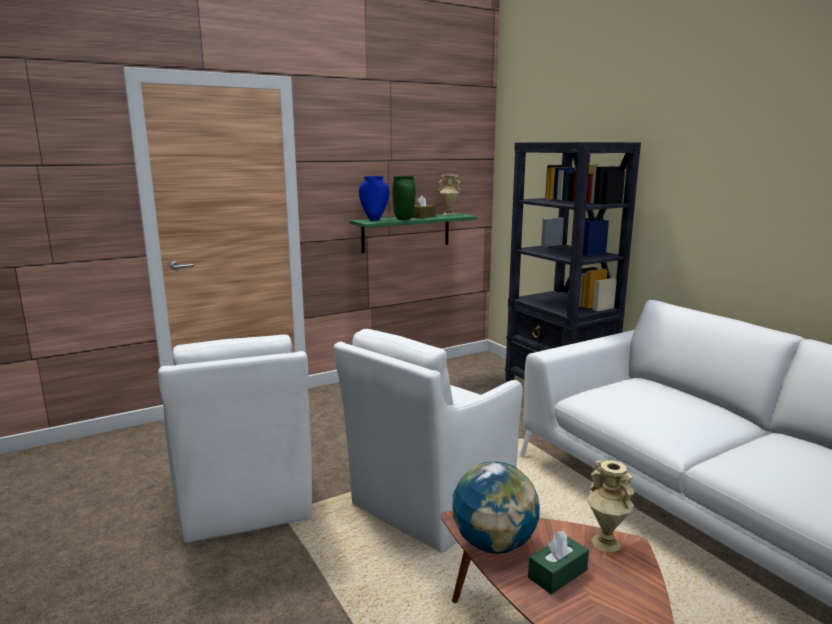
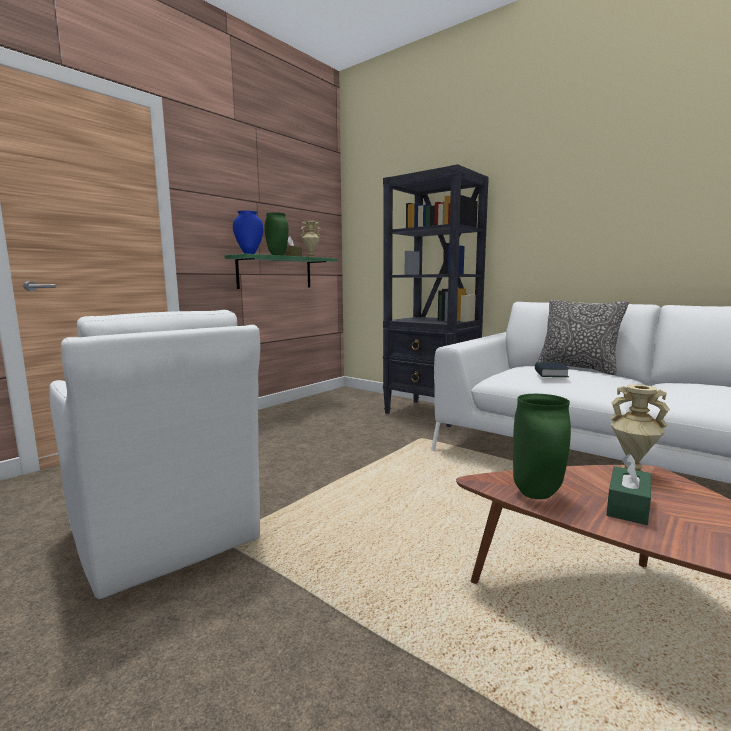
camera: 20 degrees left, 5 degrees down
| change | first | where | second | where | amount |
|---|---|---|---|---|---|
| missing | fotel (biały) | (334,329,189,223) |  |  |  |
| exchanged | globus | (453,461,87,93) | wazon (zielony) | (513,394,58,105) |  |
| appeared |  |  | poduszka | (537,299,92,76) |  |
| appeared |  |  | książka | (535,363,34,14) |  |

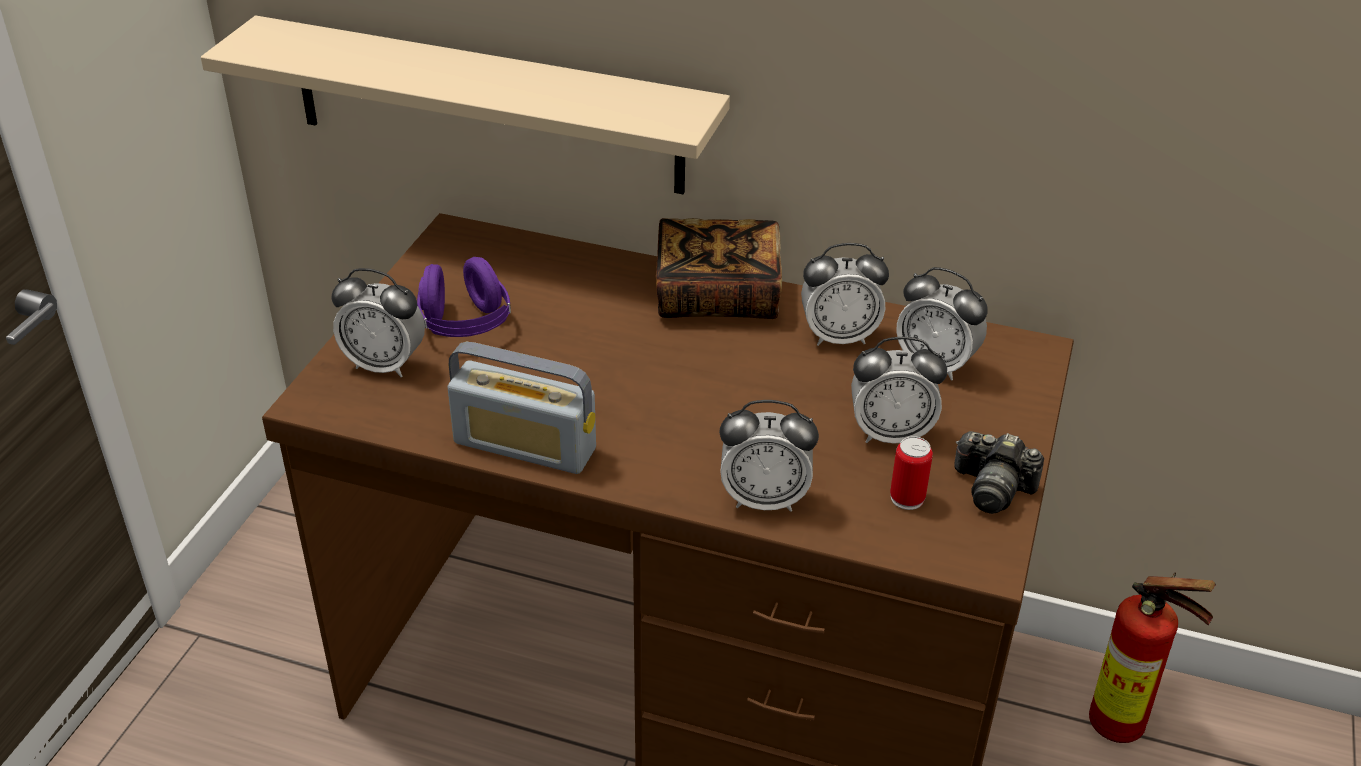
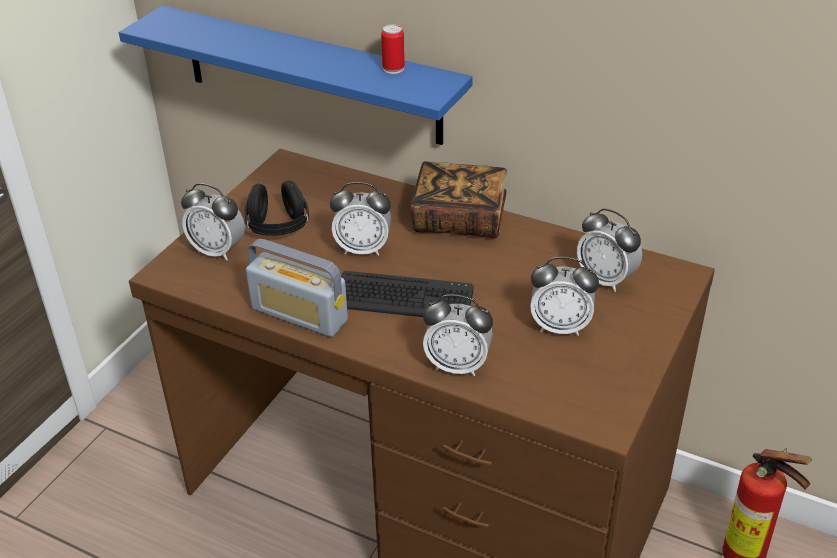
camera: 10 degrees right, 0 degrees up
| change | first | where | second | where | amount |
|---|---|---|---|---|---|
| colour | półka (beżowy) | (201,16,529,178) | półka (niebieski) | (119,5,354,140) |  |
| relocated | budzik | (801,243,88,103) |  | (330,182,61,74) |  |
| colour | słuchawki (fioletowy) | (417,257,94,80) | słuchawki (czarny) | (244,180,65,56) |  |
| missing | aparat fotograficzny | (954,431,90,83) |  |  |  |
| relocated | puszka | (890,436,43,74) |  | (381,24,24,50) |  |
| appeared |  |  | klawiatura | (341,271,132,46) |  |

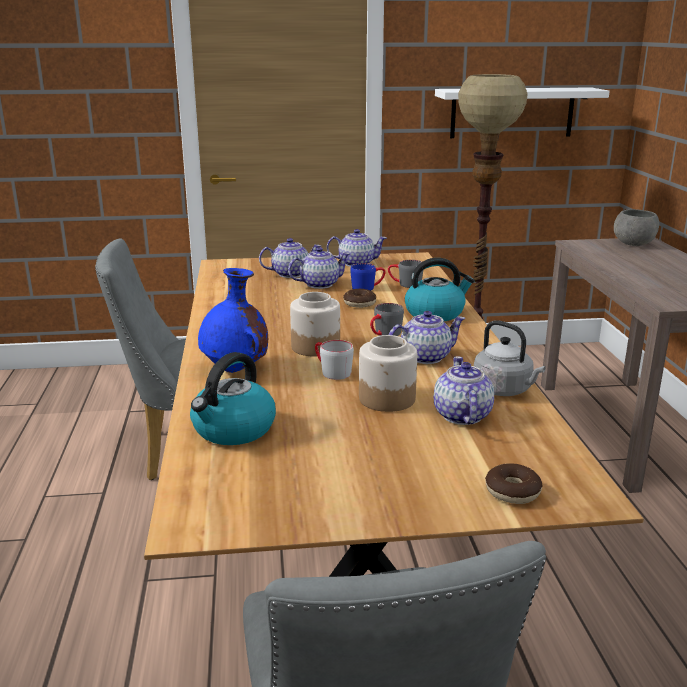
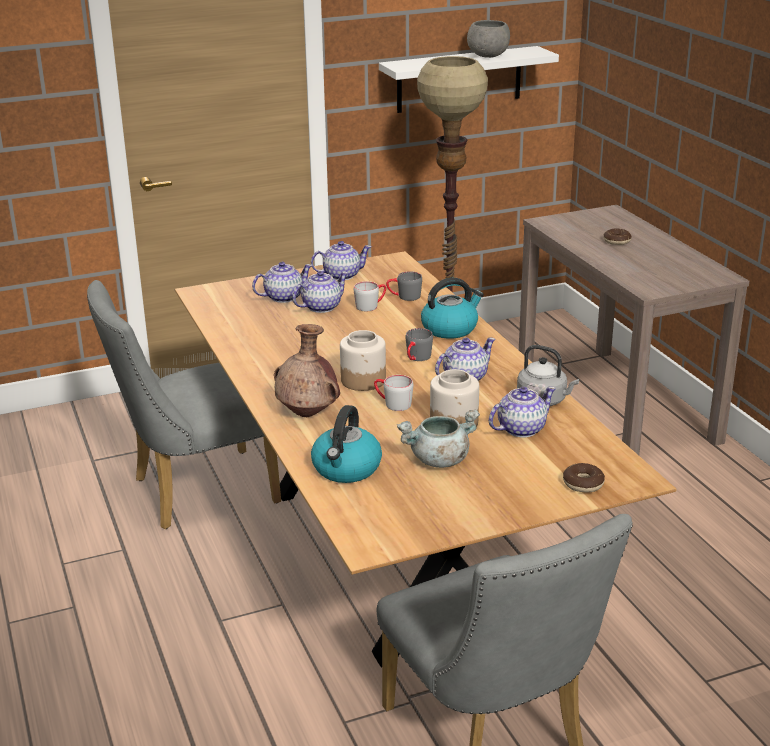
camera: 15 degrees left, 5 degrees up
| change | first | where | second | where | amount |
|---|---|---|---|---|---|
| relocated | miska (szary) | (614,209,45,37) |  | (467,20,43,38) |  |
| colour | kubek (niebieski) | (350,263,36,28) | kubek (szary) | (354,281,32,30) |  |
| colour | wazon (niebieski) | (198,268,70,105) | wazon (brązowy) | (274,324,66,93) |  |
| relocated | donut | (343,289,33,19) |  | (604,228,27,17) |  |
| spun | imbryk | (434,356,60,69) |  | (489,386,67,51) | 75 degrees clockwise |
| appeared |  |  | garnek (szary) | (397,409,83,59) |  |

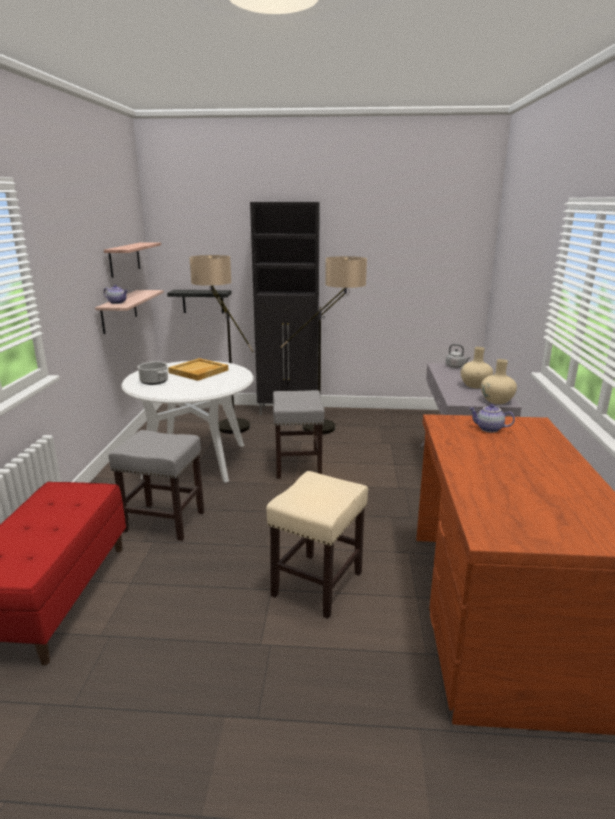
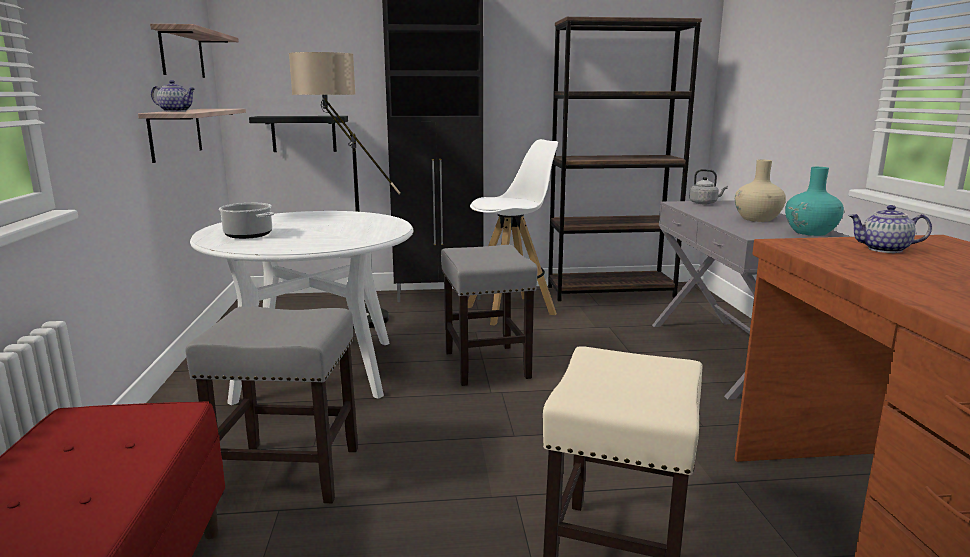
camera: 10 degrees left, 5 degrees down
| change | first | where | second | where | amount |
|---|---|---|---|---|---|
| exchanged | lampa stojąca | (281,256,86,179) | stołek (biały) | (468,139,90,187) |  |
| missing | taca (beżowy) | (168,358,60,23) |  |  |  |
| colour | wazon (beżowy) | (481,359,36,45) | wazon (turkusowy) | (785,167,59,69) |  |
| appeared |  |  | regał (brązowy) | (548,17,154,284) |  |

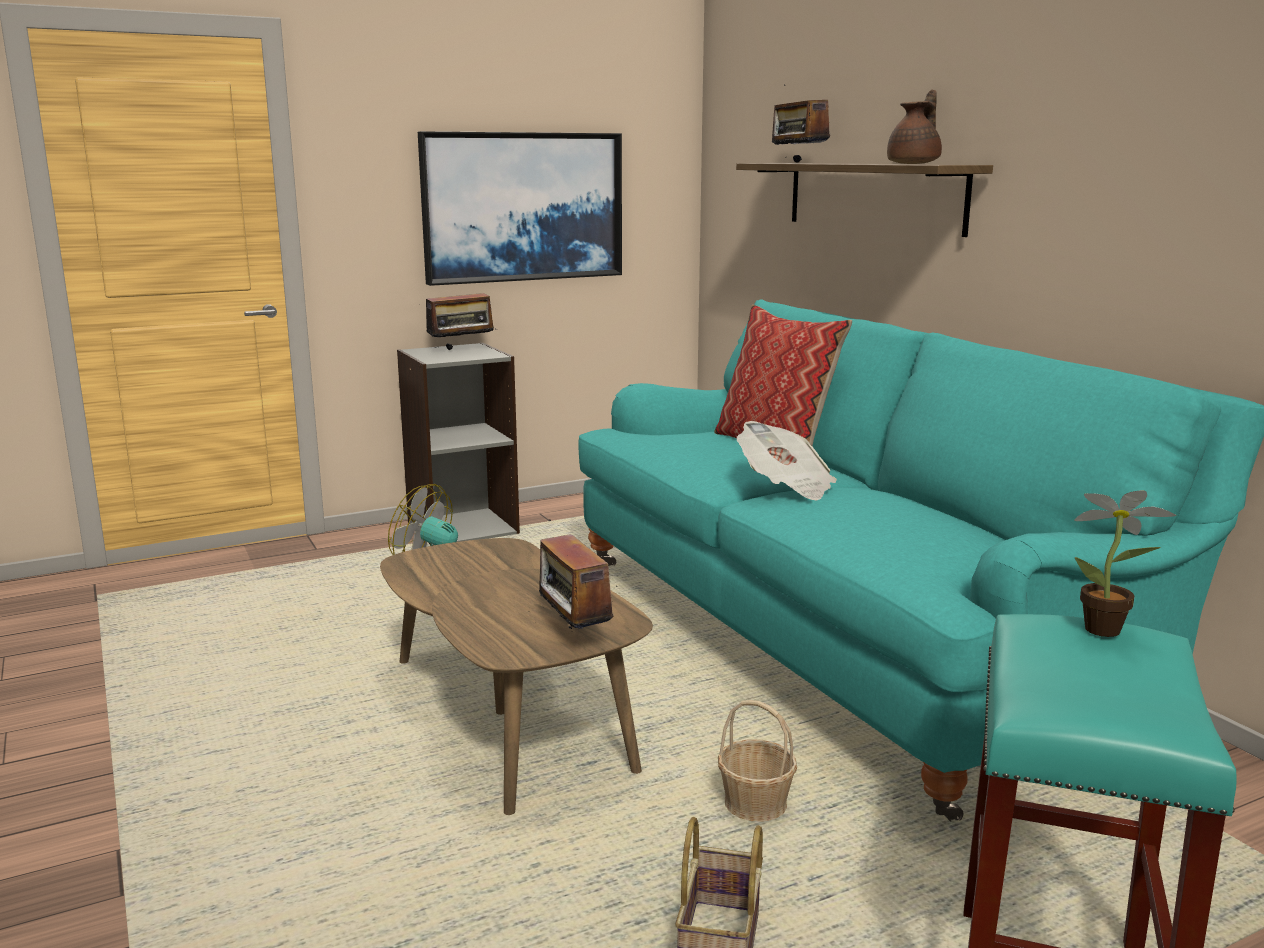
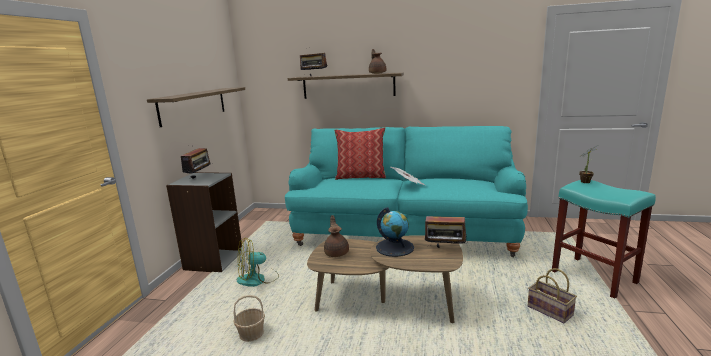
camera: 50 degrees left, 0 degrees up
| change | first | where | second | where | amount |
|---|---|---|---|---|---|
| exchanged | obraz | (418,131,204,155) | półka | (147,87,98,40) |  |
| relocated | koszyk | (718,700,79,122) |  | (233,295,32,47) |  |
| appeared |  |  | globus | (376,207,38,50) |  |
| appeared |  |  | imbryk (brązowy) | (324,215,25,42) |  |

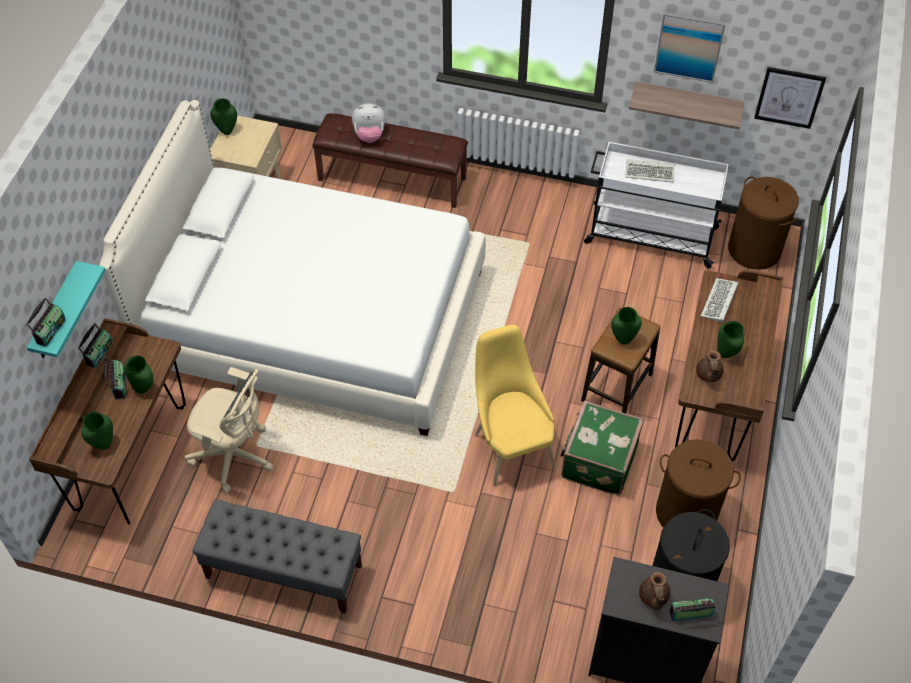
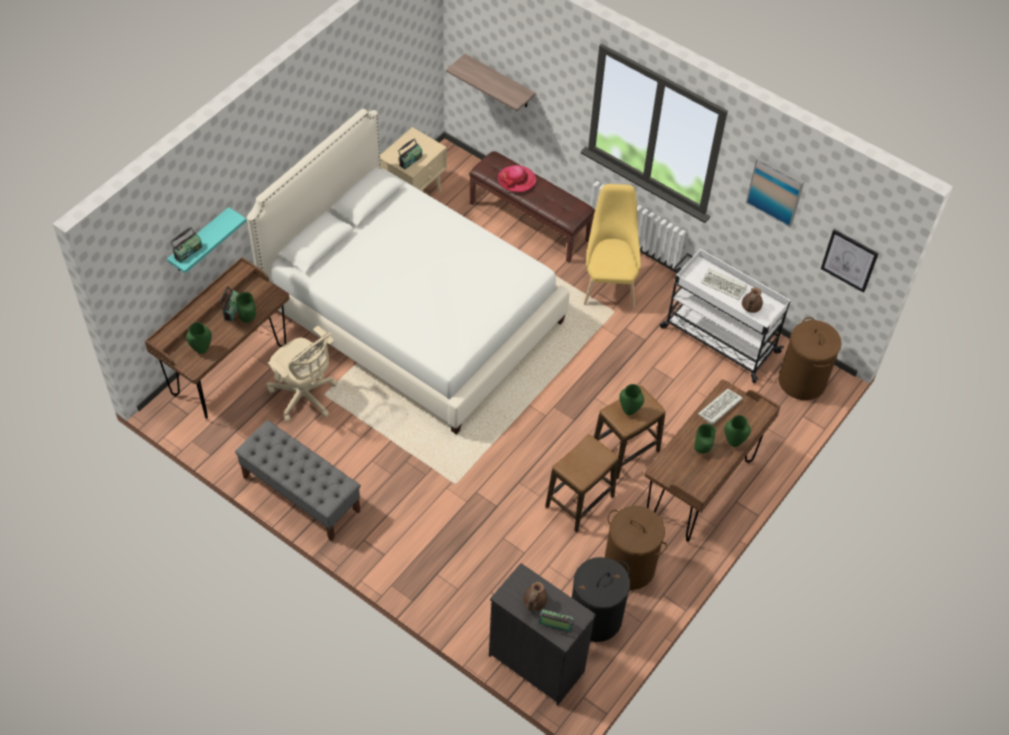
camera: 20 degrees right, 0 degrees up
| change | first | where | second | where | amount |
|---|---|---|---|---|---|
| relocated | półka | (629,82,116,47) |  | (446,54,90,57) |  |
| relocated | wazon (zielony) | (210,98,27,37) |  | (724,415,27,32) |  |
| exchanged | pluszak | (352,104,34,39) | kapelusz | (498,165,38,27) |  |
| relocated | radio | (78,323,35,45) |  | (398,138,24,31) |  |
| relocated | krzesło (żółty) | (475,325,81,161) |  | (584,184,57,124) |  |
| relocated | imbryk (brązowy) | (696,350,27,33) |  | (742,287,21,26) |  |
| exchanged | walizka (zielony) | (561,400,83,95) | stołek | (545,434,74,98) |  |

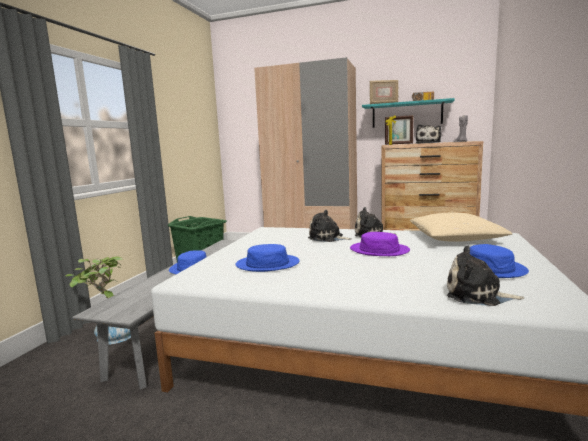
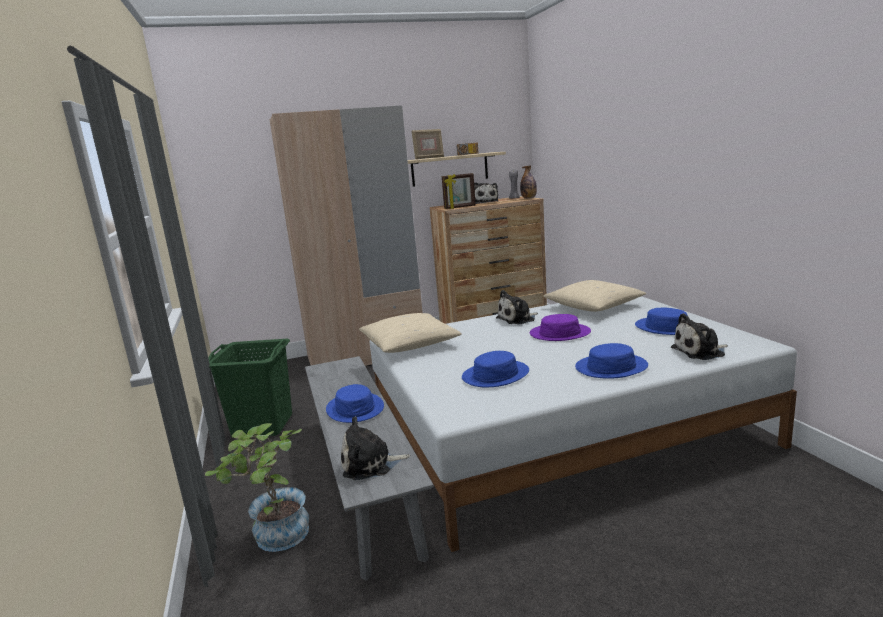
camera: 35 degrees left, 5 degrees up
| change | first | where | second | where | amount |
|---|---|---|---|---|---|
| colour | półka (turkusowy) | (362,98,93,30) | półka (beżowy) | (408,152,98,35) |  |
| relocated | pluszak | (308,210,44,32) |  | (341,416,69,64) |  |
| appeared |  |  | butelka | (520,165,17,34) |  |
| appeared |  |  | poduszka (beżowy) | (359,313,103,40) |  |
| appeared |  |  | kapelusz (niebieski) | (575,343,73,36) |  |

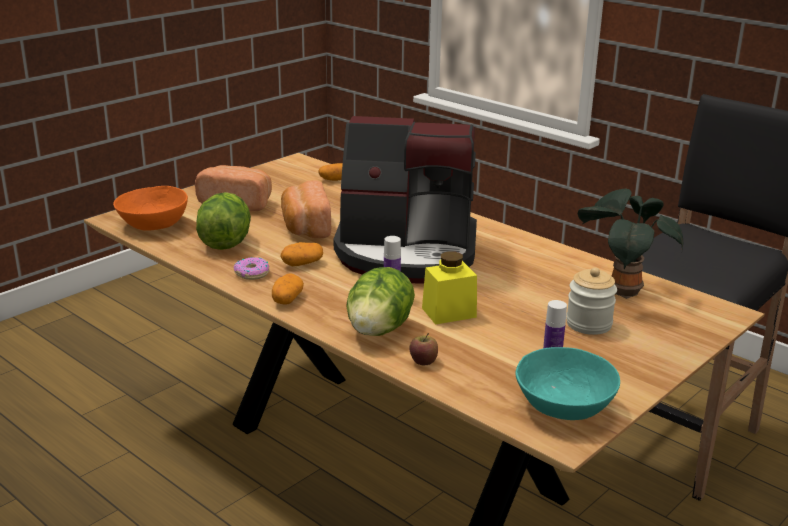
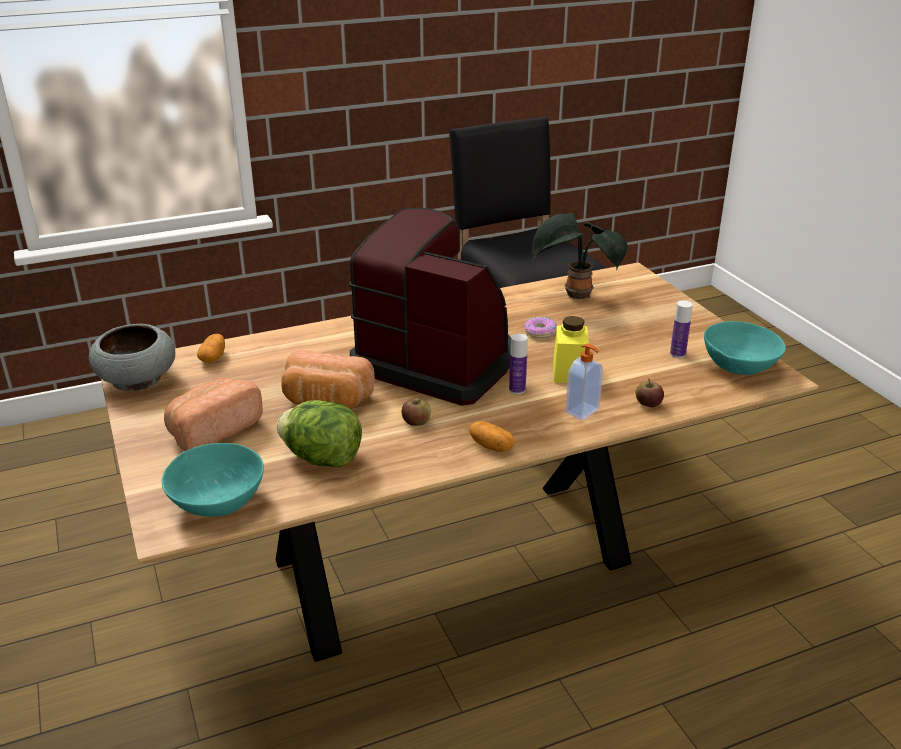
camera: 65 degrees left, 5 degrees up
| change | first | where | second | where | amount |
|---|---|---|---|---|---|
| spun | ekspres do kawy | (334,116,143,168) |  | (349,208,162,198) | 90 degrees counterclockwise |
| colour | miska (pomarańczowy) | (113,186,75,45) | miska (turkusowy) | (162,443,102,74) |  |
| exchanged | ziemniak | (280,242,43,24) | jabłko | (402,399,29,27) |  |
| relocated | donut | (233,257,36,23) |  | (524,317,33,21) |  |
| exchanged | sałata | (346,267,69,69) | dozownik mydła | (565,344,38,76) |  |
| missing | słoik | (566,267,51,68) |  |  |  |
| appeared |  |  | miska (szary) | (89,324,86,67) |  |

